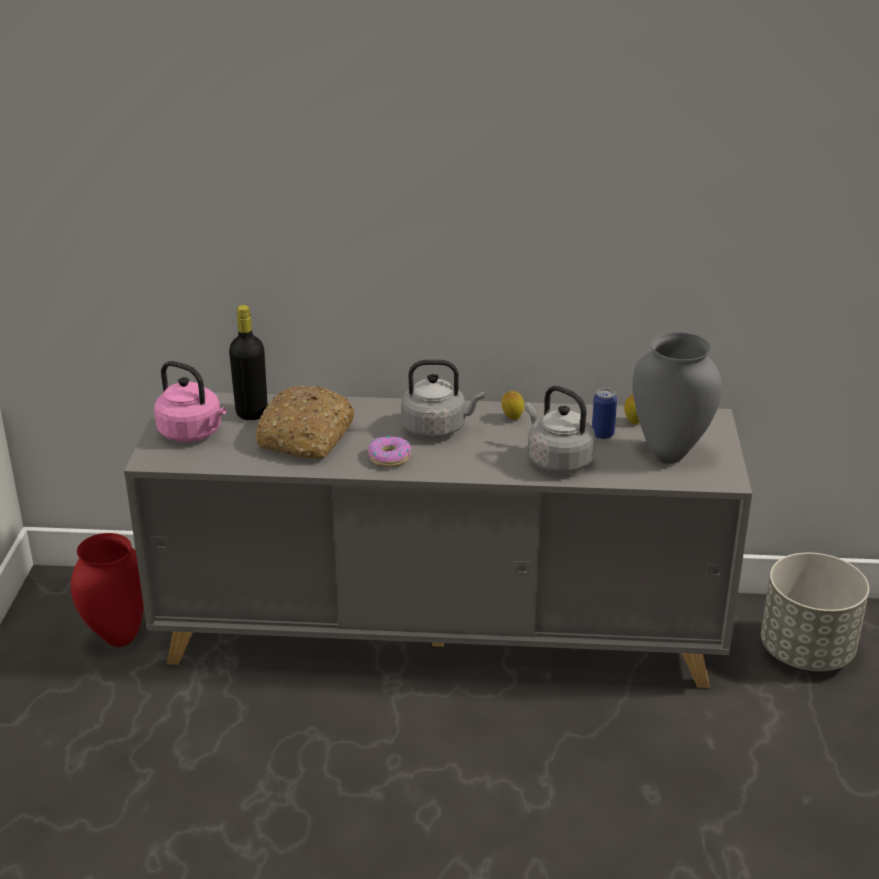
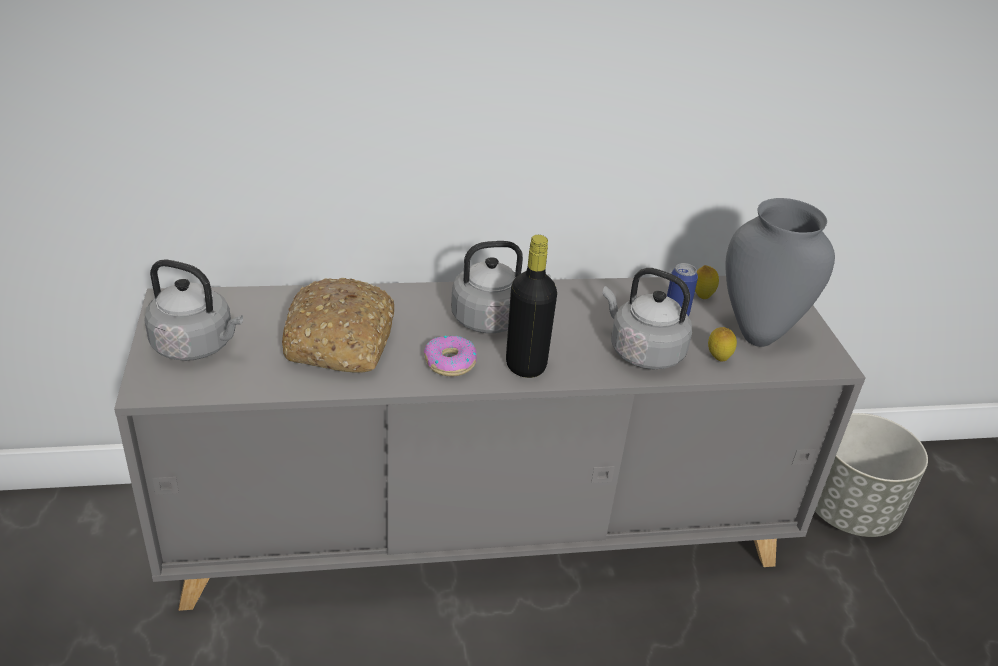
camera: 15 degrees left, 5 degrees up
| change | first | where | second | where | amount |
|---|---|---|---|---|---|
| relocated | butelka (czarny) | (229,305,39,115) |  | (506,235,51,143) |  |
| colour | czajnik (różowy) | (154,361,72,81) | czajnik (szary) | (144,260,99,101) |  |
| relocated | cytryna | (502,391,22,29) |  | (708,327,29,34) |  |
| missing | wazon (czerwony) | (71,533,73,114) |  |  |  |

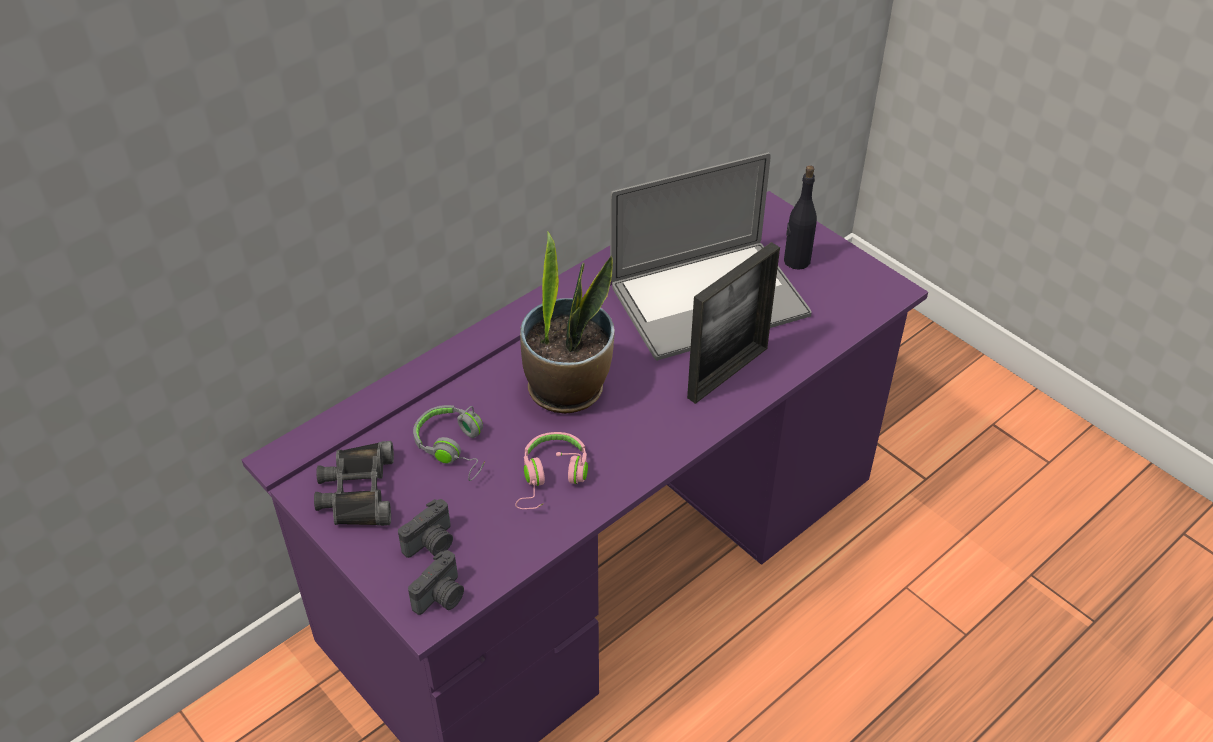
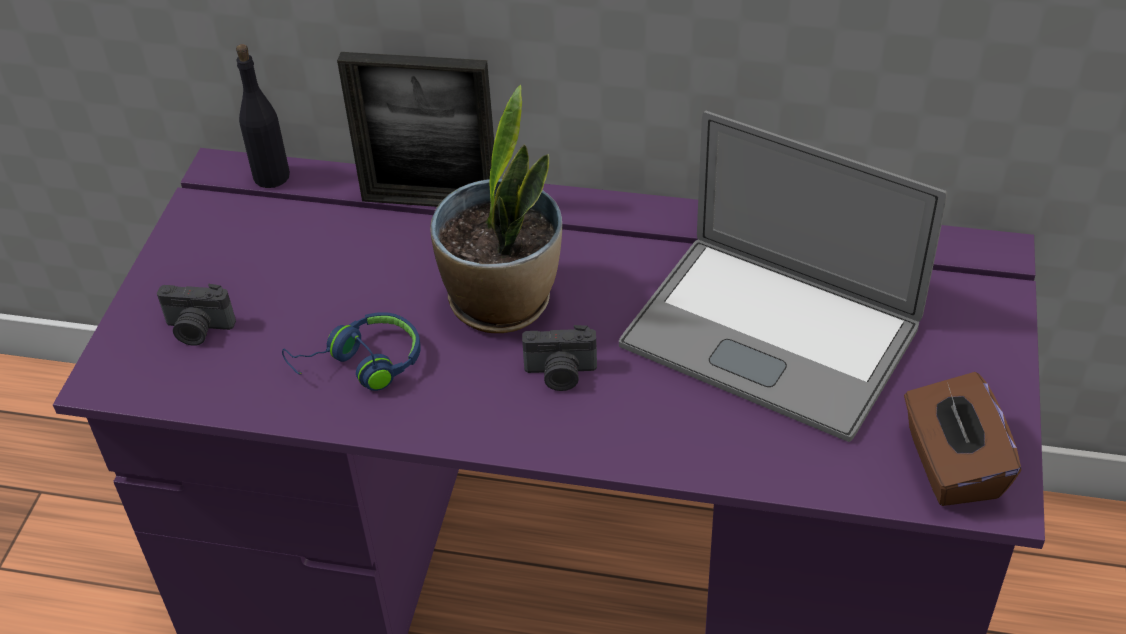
camera: 55 degrees right, 0 degrees up
| change | first | where | second | where | amount |
|---|---|---|---|---|---|
| relocated | butelka (czarny) | (784,165,33,105) |  | (236,44,54,144) |  |
| relocated | ramka na zdjęcie | (687,242,93,162) |  | (337,52,157,155) |  |
| missing | słuchawki (szary) | (413,405,72,76) |  |  |  |
| colour | słuchawki (różowy) | (515,432,73,77) | słuchawki (niebieski) | (282,312,139,79) |  |
| missing | lornetka (czarny) | (314,441,80,85) |  |  |  |
| relocated | aparat fotograficzny | (408,550,56,65) |  | (522,325,75,66) |  |
| appeared |  |  | pudełko chusteczek (brązowy) | (904,372,117,134) |  |

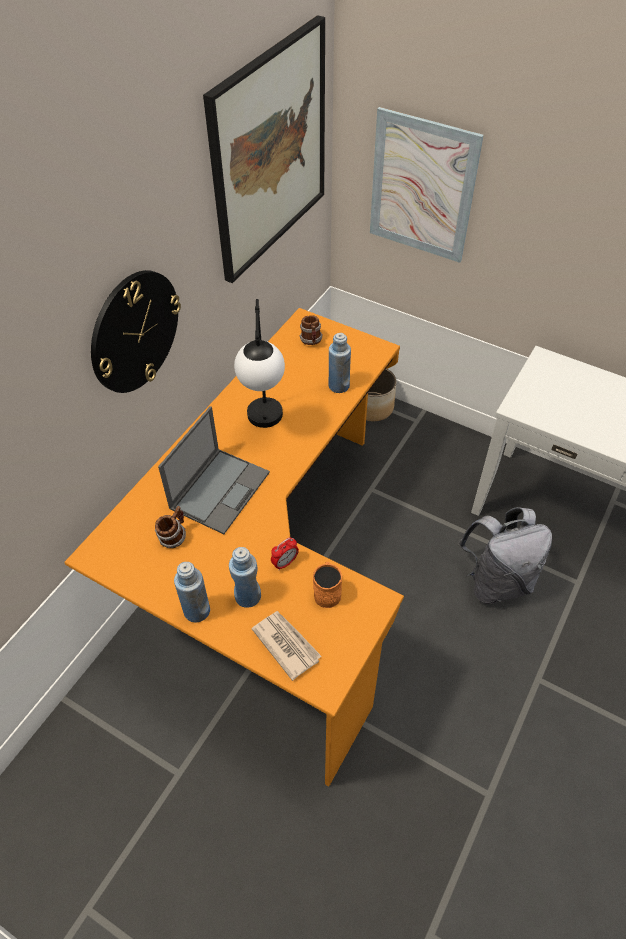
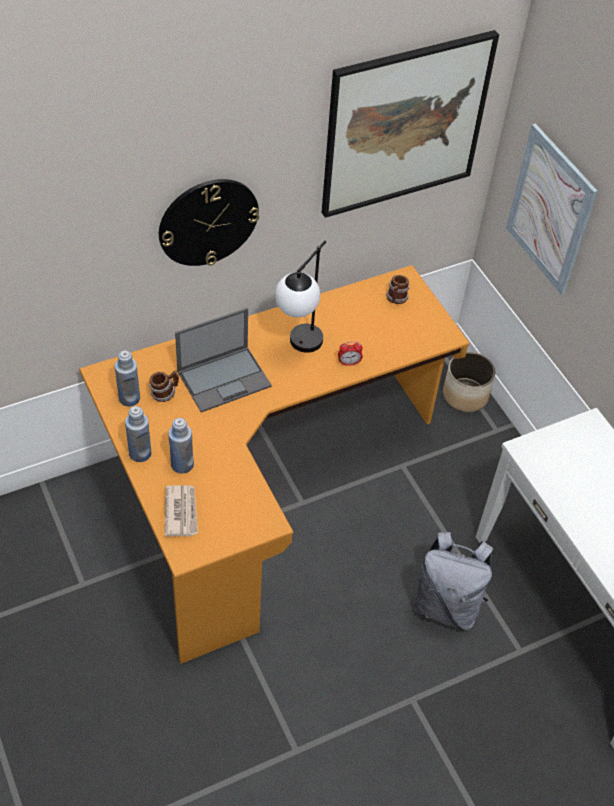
camera: 30 degrees right, 0 degrees up
| change | first | where | second | where | amount |
|---|---|---|---|---|---|
| relocated | butelka (niebieski) | (329,333,22,60) |  | (115,351,25,56) |  |
| relocated | budzik | (271,538,28,32) |  | (338,341,25,25) |  |
| missing | kubek (pomarańczowy) | (313,562,29,46) |  |  |  |

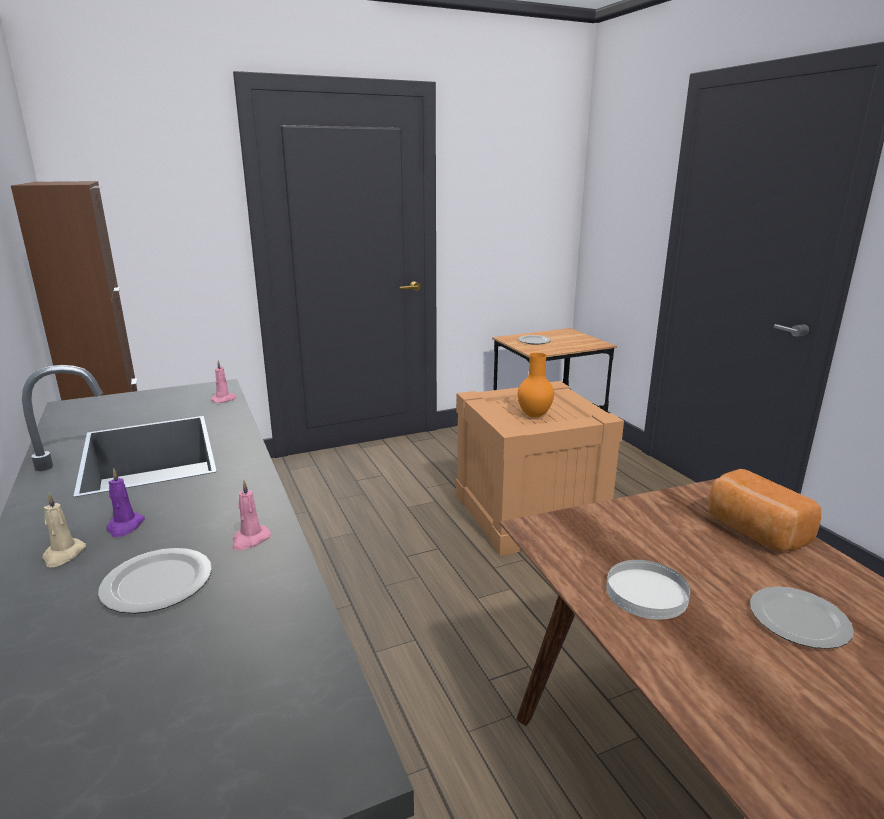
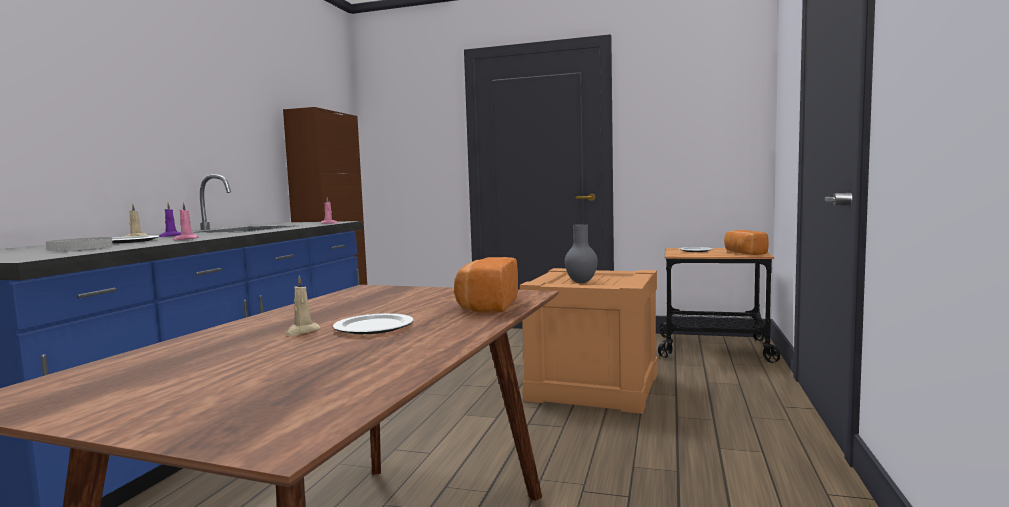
camera: 40 degrees right, 15 degrees down
| change | first | where | second | where | amount |
|---|---|---|---|---|---|
| colour | wazon (pomarańczowy) | (518,353,36,65) | wazon (szary) | (565,224,33,59) |  |
| relocated | talerz (biały) | (606,560,84,60) |  | (46,237,67,14) |  |
| appeared |  |  | chleb | (724,230,45,25) |  |
| appeared |  |  | świeca (beżowy) | (285,275,35,61) |  |

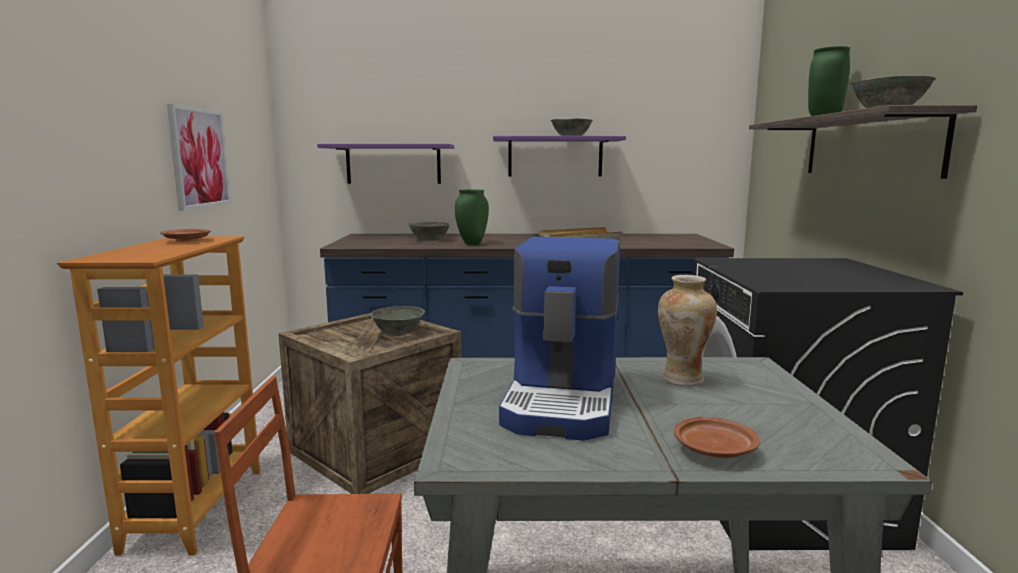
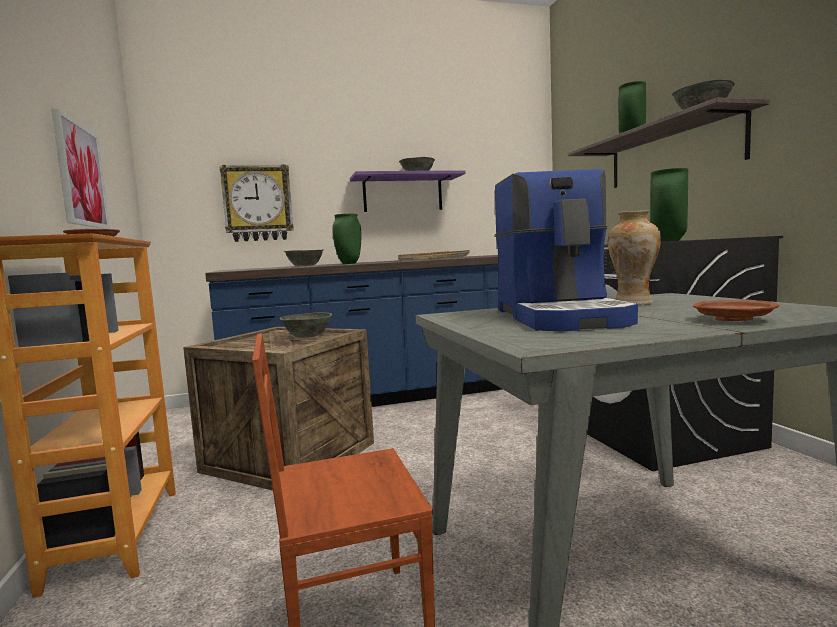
camera: 15 degrees left, 5 degrees down
| change | first | where | second | where | amount |
|---|---|---|---|---|---|
| exchanged | półka (fioletowy) | (317,144,137,40) | zegar ścienny | (220,165,73,77) |  |
| appeared |  |  | wazon (zielony) | (650,168,38,74) |  |

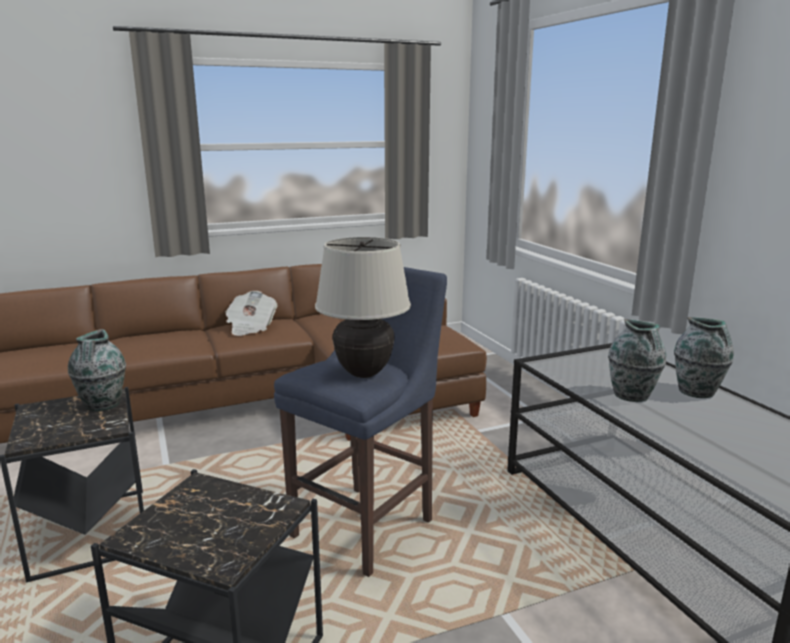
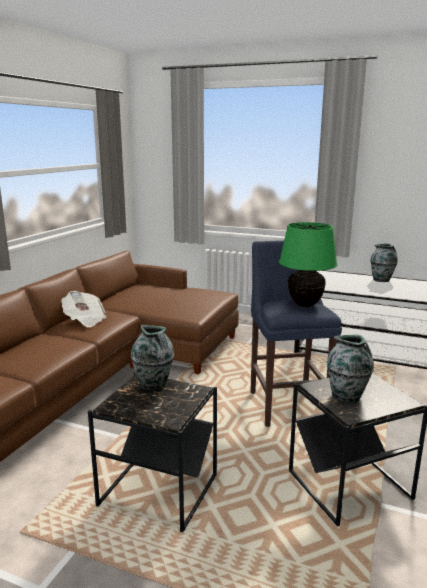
camera: 45 degrees left, 0 degrees up
| change | first | where | second | where | amount |
|---|---|---|---|---|---|
| colour | lampa stołowa (beżowy) | (315,237,96,141) | lampa stołowa (zielony) | (279,222,58,85) |  |
| relocated | wazon | (608,319,58,83) |  | (327,335,47,68) |  |

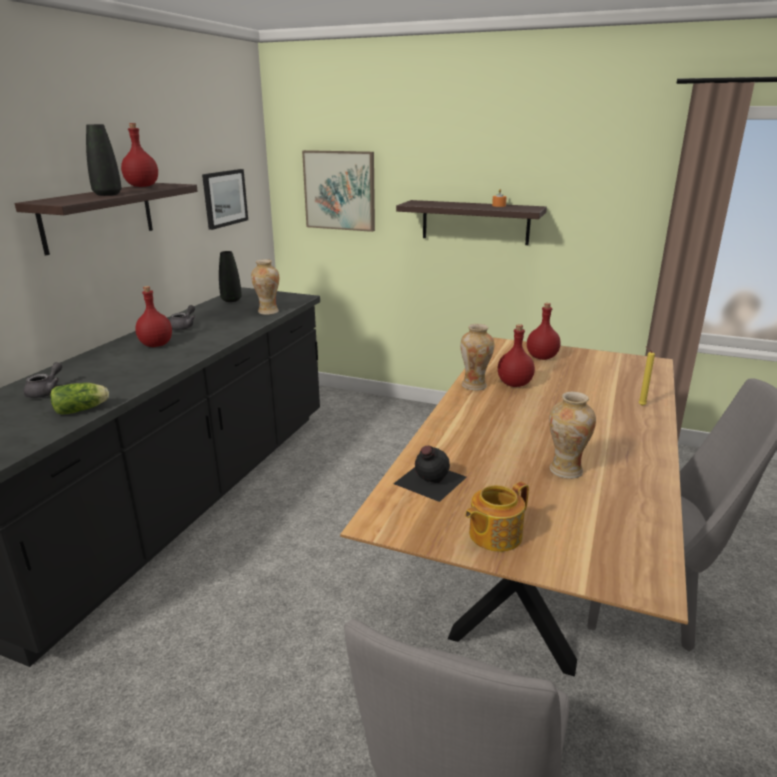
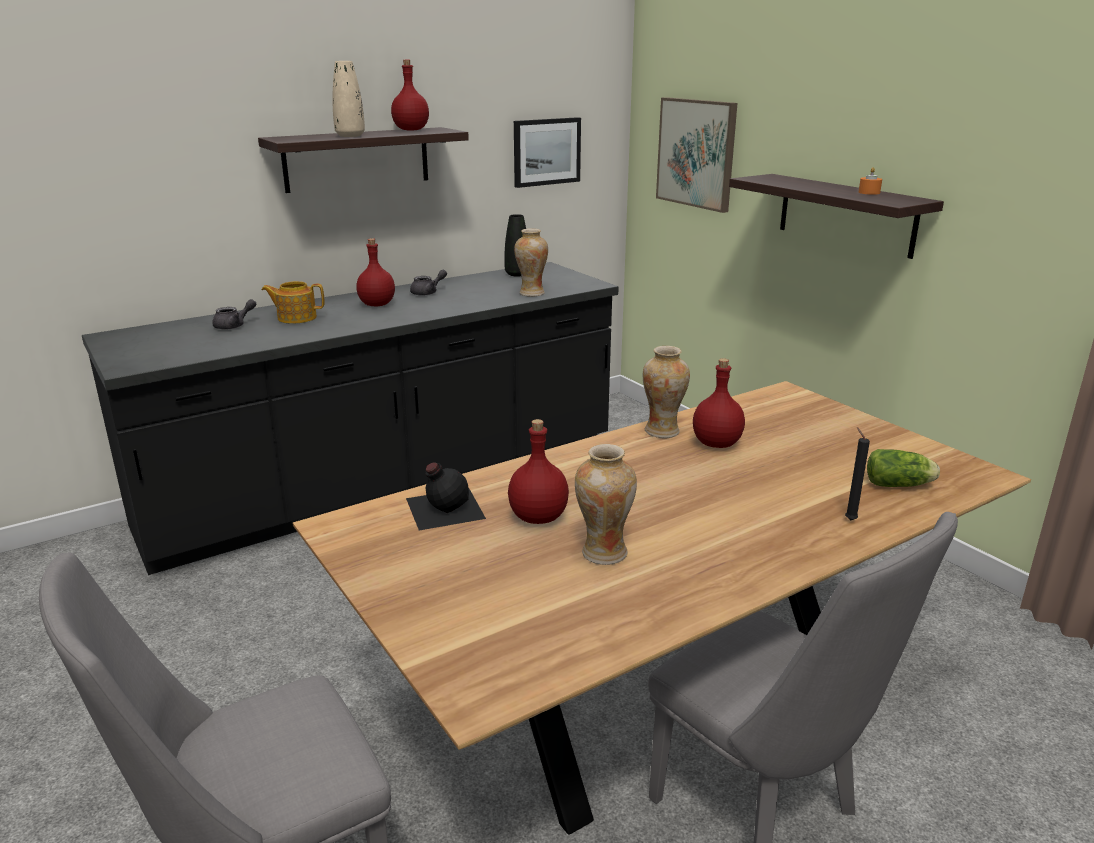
camera: 35 degrees right, 0 degrees up
| change | first | where | second | where | amount |
|---|---|---|---|---|---|
| colour | wazon (czarny) | (86,124,36,72) | wazon (beżowy) | (333,61,32,76) |  |
| relocated | butelka (czerwony) | (527,303,34,57) |  | (508,419,61,105) |  |
| colour | świeca (żółty) | (638,346,17,60) | świeca (czarny) | (845,427,25,93) |  |
| relocated | sałata | (50,383,59,32) |  | (867,449,73,38) |  |
| relocated | imbryk | (465,482,64,70) |  | (262,281,63,43) |  |

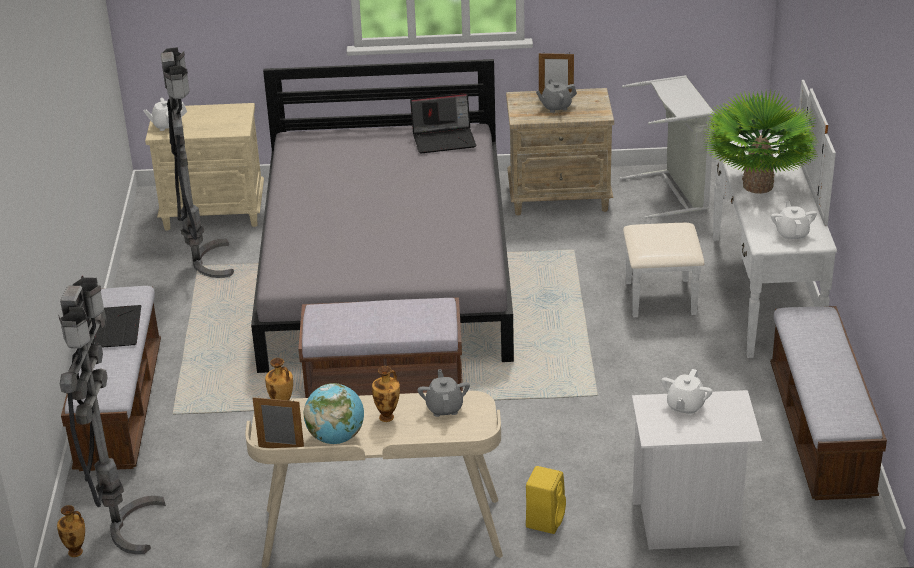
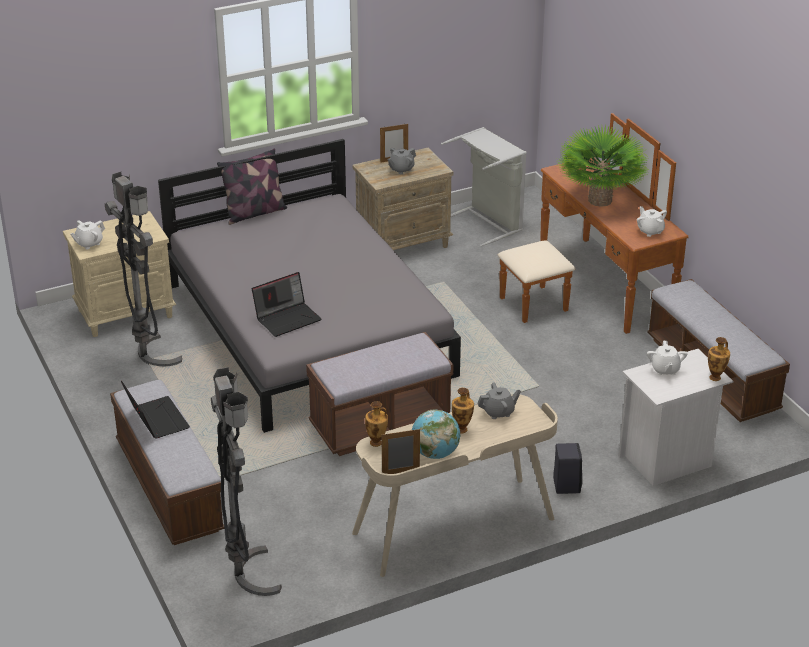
camera: 25 degrees left, 0 degrees up
| change | first | where | second | where | amount |
|---|---|---|---|---|---|
| colour | komoda (biały) | (623,80,214,278) | komoda (brązowy) | (498,113,191,221) |  |
| relocated | laptop | (410,93,66,61) |  | (252,272,69,65) |  |
| spun | imbryk (szary) | (418,369,52,48) |  | (477,383,44,36) | 105 degrees clockwise |
| colour | głośnik (żółty) | (526,466,40,68) | głośnik (czarny) | (553,443,30,51) |  |
| relocated | wazon | (57,505,28,52) |  | (708,337,22,44) |  |
| appeared |  |  | poduszka | (217,148,70,77) |  |

